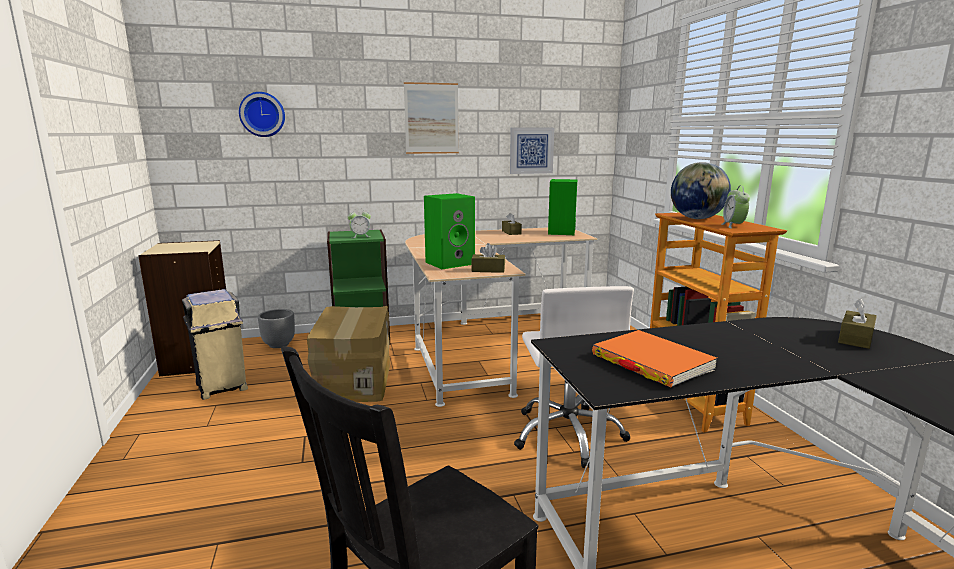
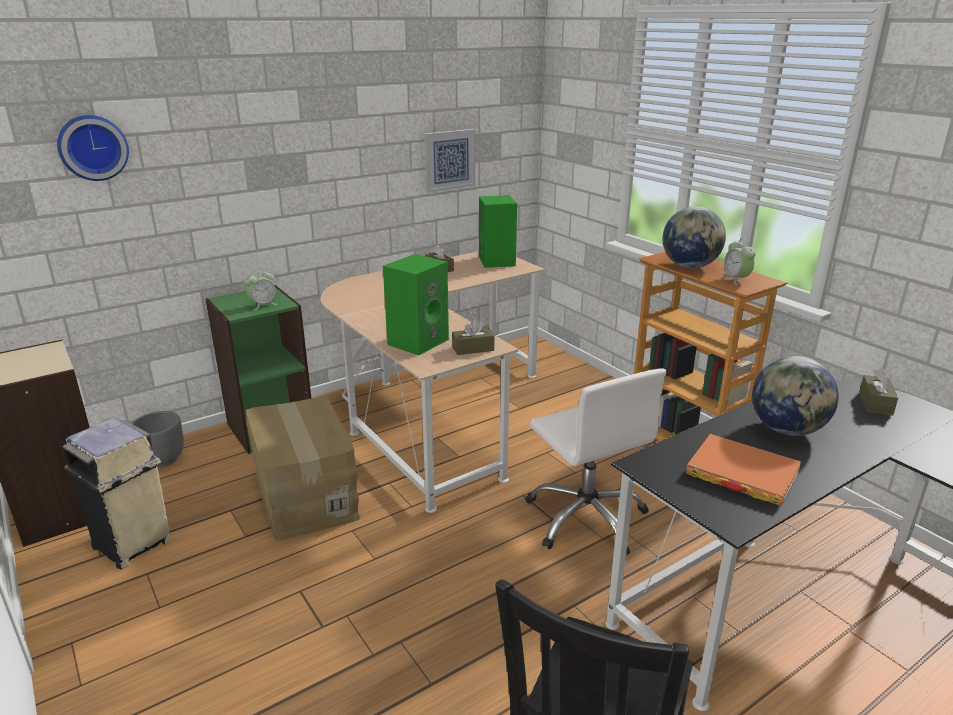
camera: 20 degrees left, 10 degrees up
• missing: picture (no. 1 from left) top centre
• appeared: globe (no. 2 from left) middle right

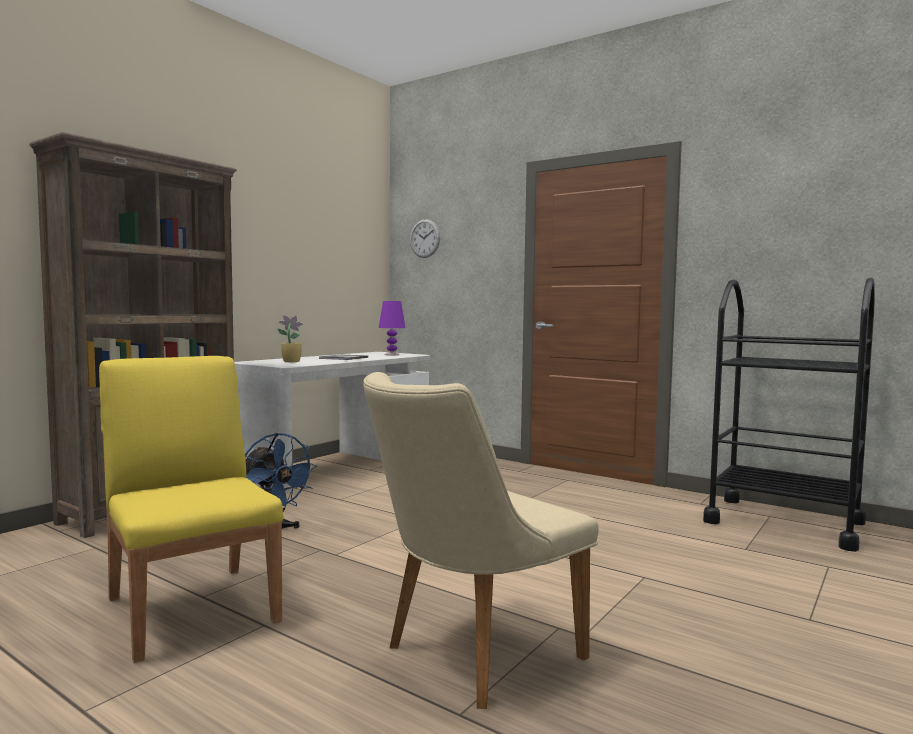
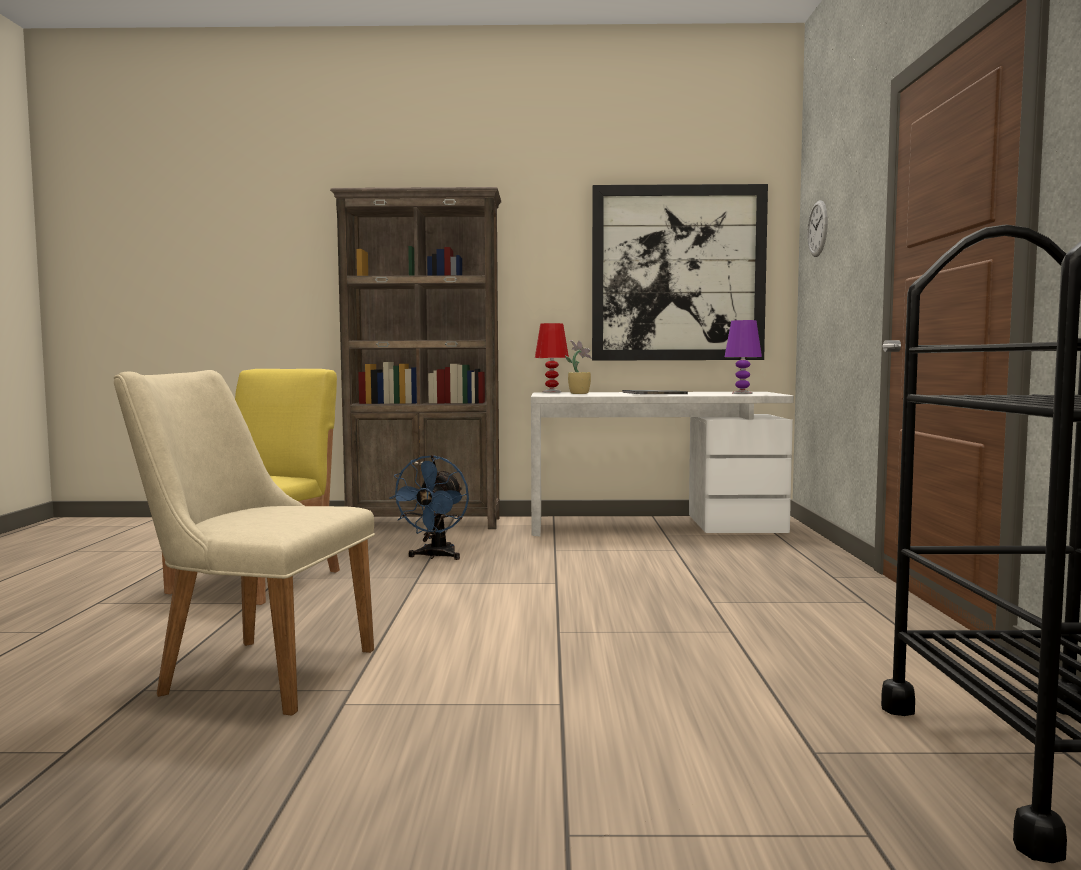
camera: 55 degrees right, 0 degrees up
• appeared: picture top centre
• appeared: table lamp (red) centre

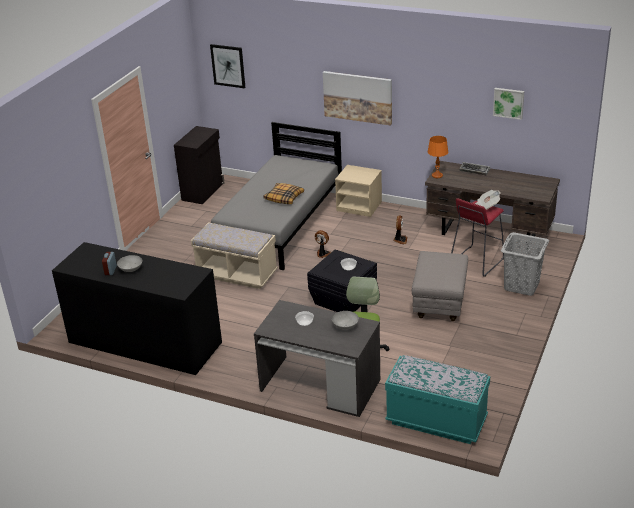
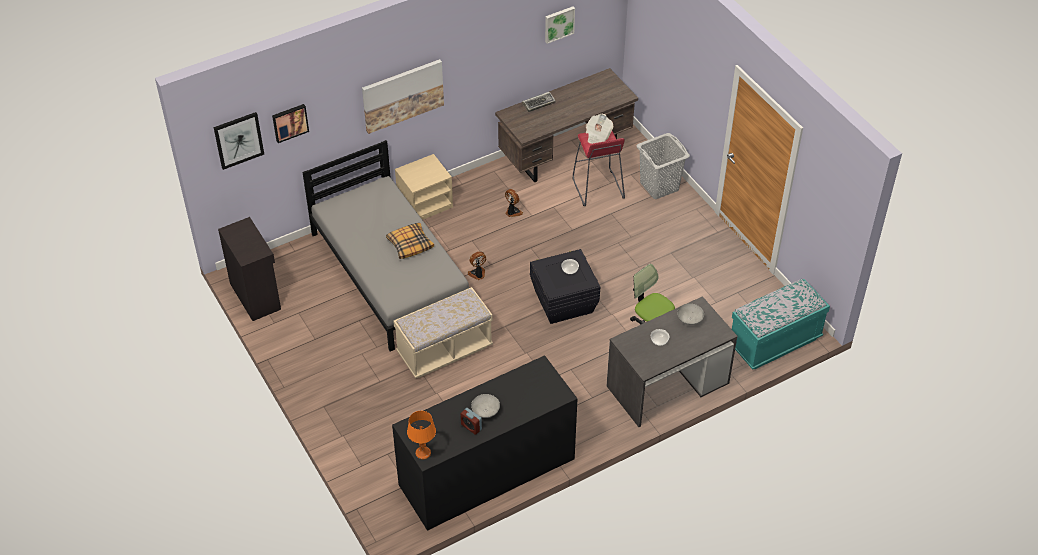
camera: 55 degrees left, 15 degrees up
• relocated: table lamp (orange) top right to bottom centre
• missing: ottoman (grey) middle right
• appeared: picture (no. 2 from left) top left

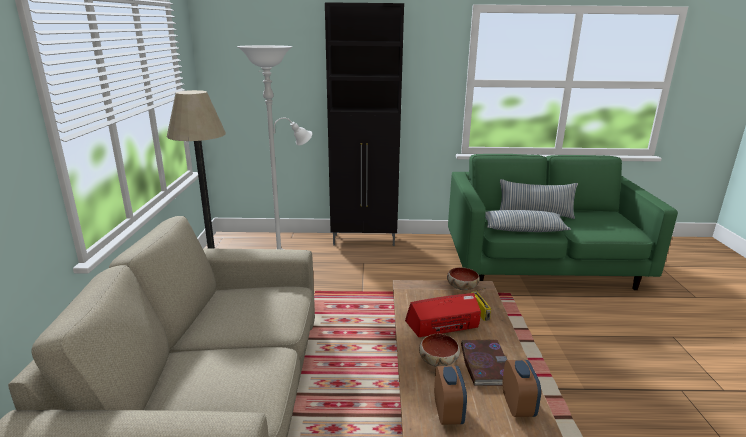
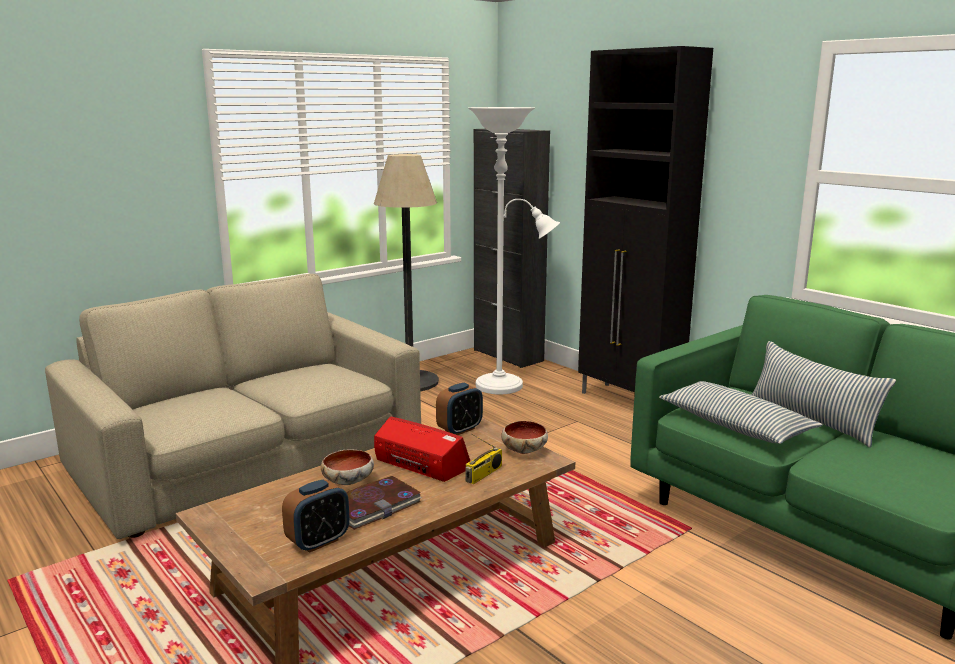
camera: 50 degrees right, 5 degrees down
• relocated: alarm clock (no. 1 from left in the first image) bottom centre to alarm clock (no. 2 from left) centre
• appeared: cabinet (black) (no. 1 from left) centre

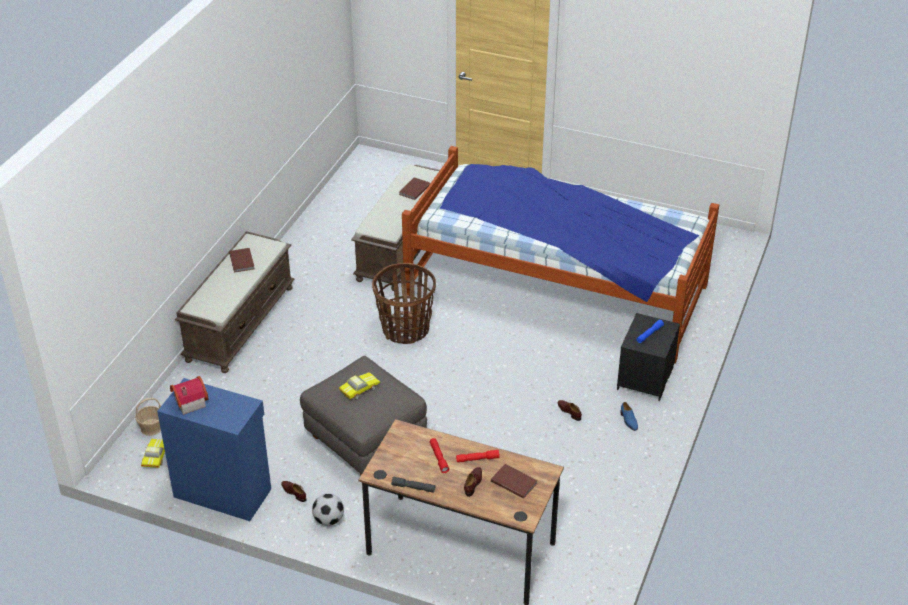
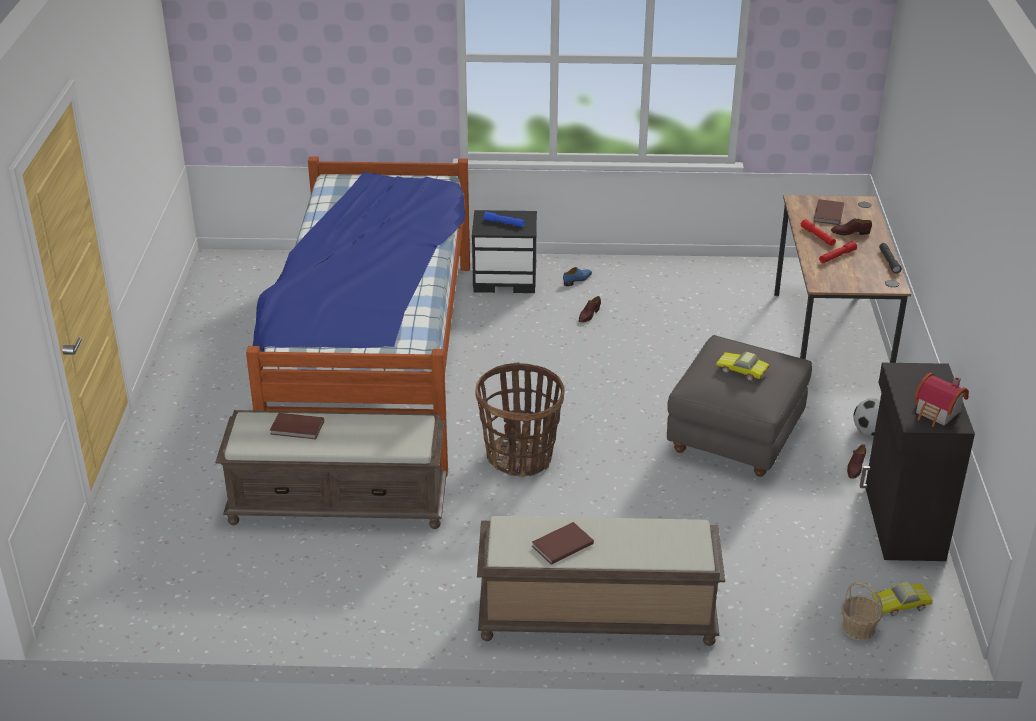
camera: 110 degrees left, 5 degrees down
• colour: cabinet (blue) bottom left to cabinet (black) middle right

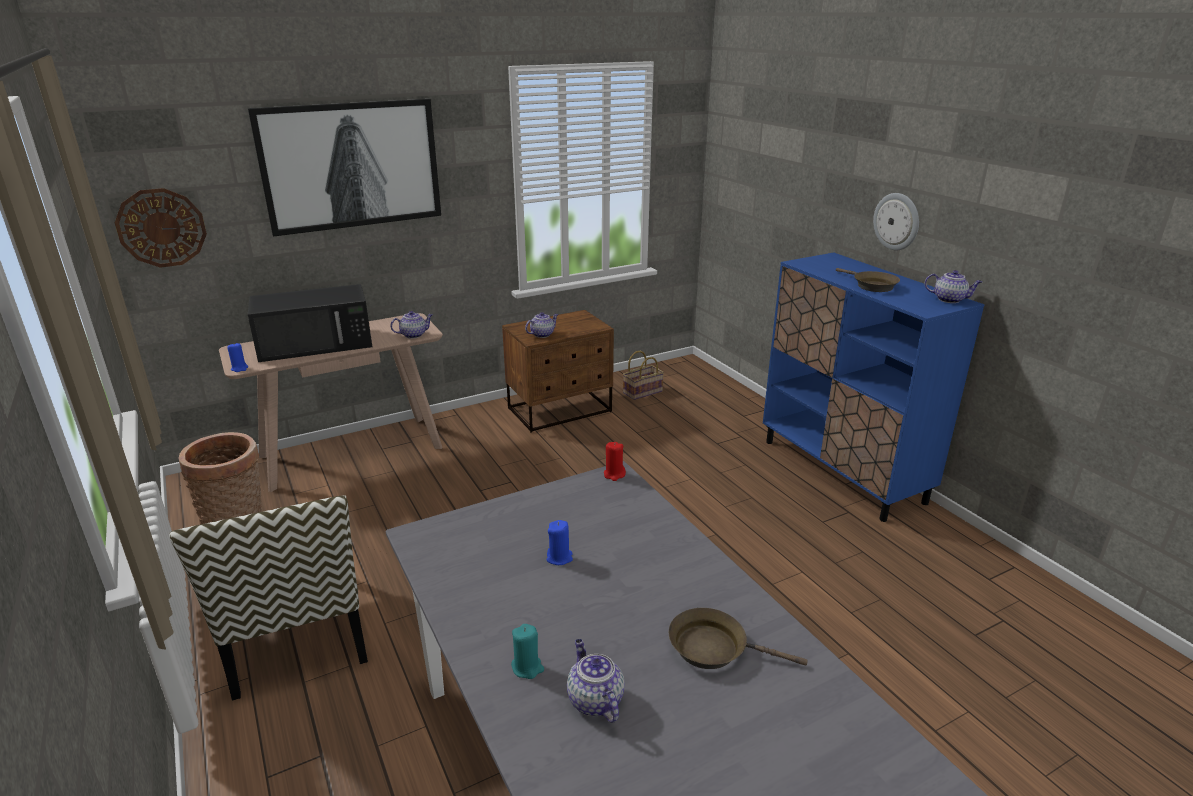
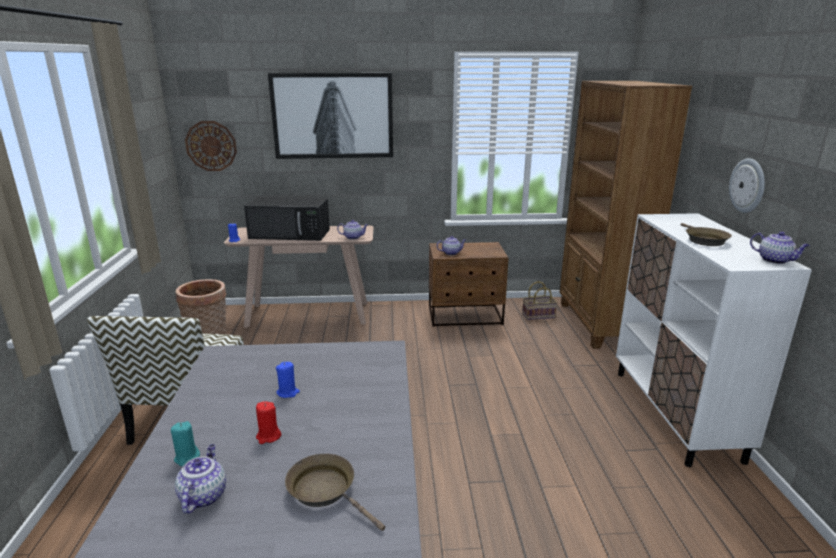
camera: 25 degrees right, 5 degrees down
• colour: cabinet (blue) middle right to cabinet (white) middle right
• relocated: candle (red) centre to bottom left
• appeared: bookcase (brown) middle right

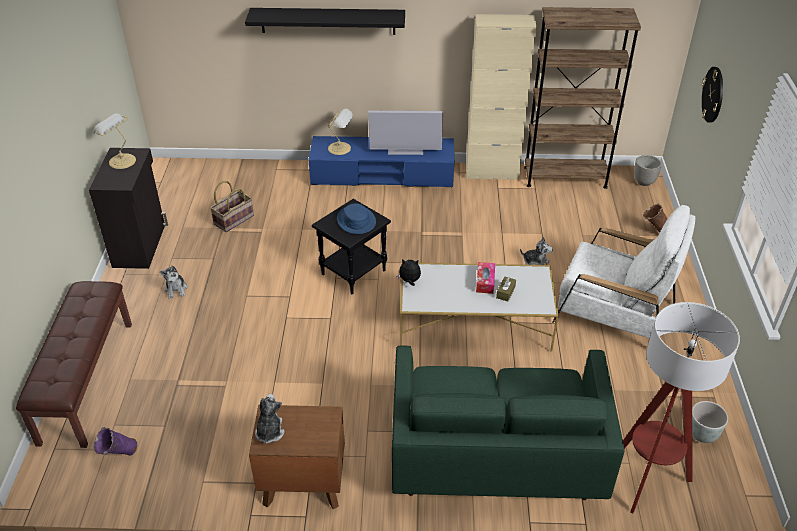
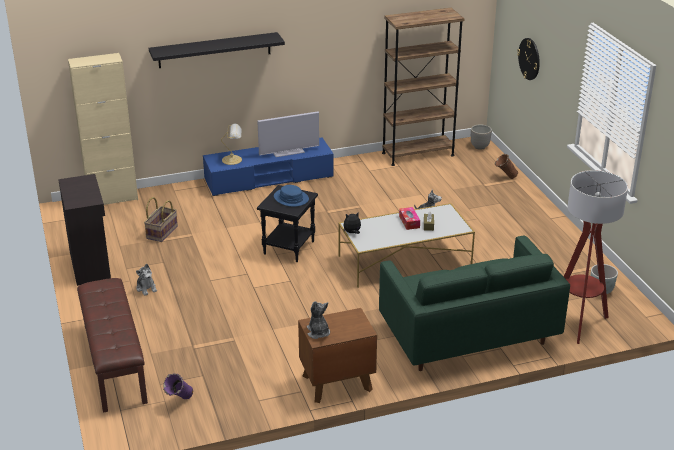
camera: 20 degrees left, 10 degrees down
• relocated: cabinet (beige) top centre to top left
• missing: table lamp (no. 1 from left) top left
• missing: armchair (white) middle right

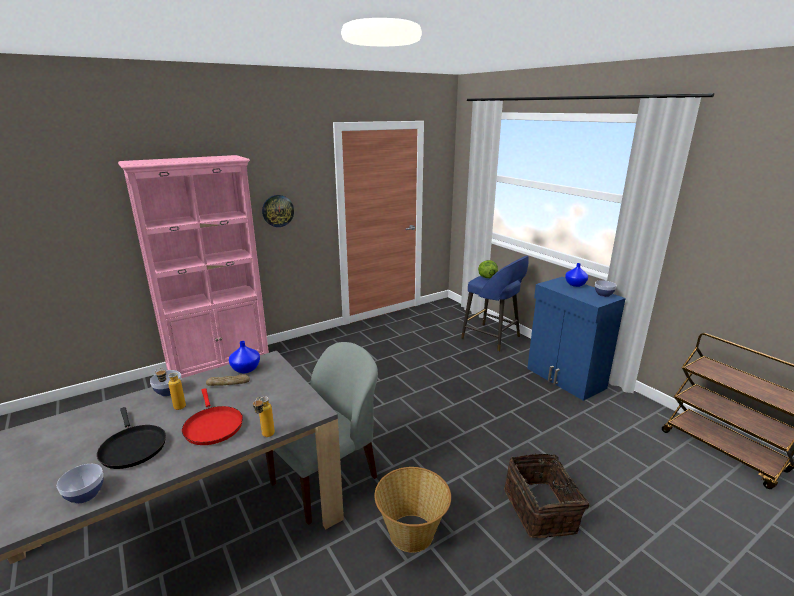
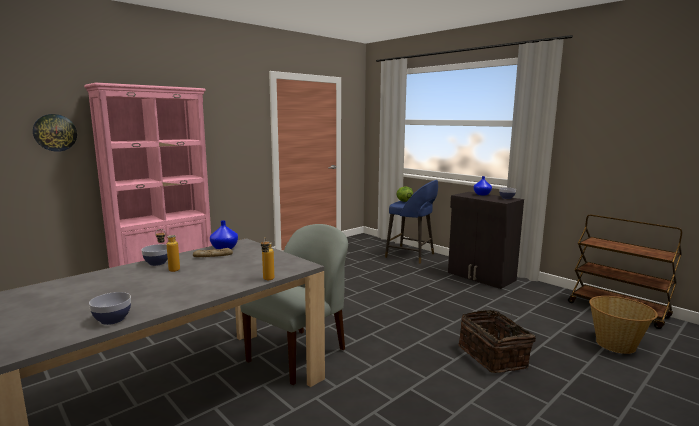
camera: 10 degrees left, 10 degrees down
• relocated: wall clock centre to top left
• colour: cabinet (blue) middle right to cabinet (black) middle right
• missing: frying pan (red) bottom left
• missing: frying pan (black) bottom left
• relocated: basket (no. 1 from left in the first image) bottom centre to basket (no. 2 from left) bottom right

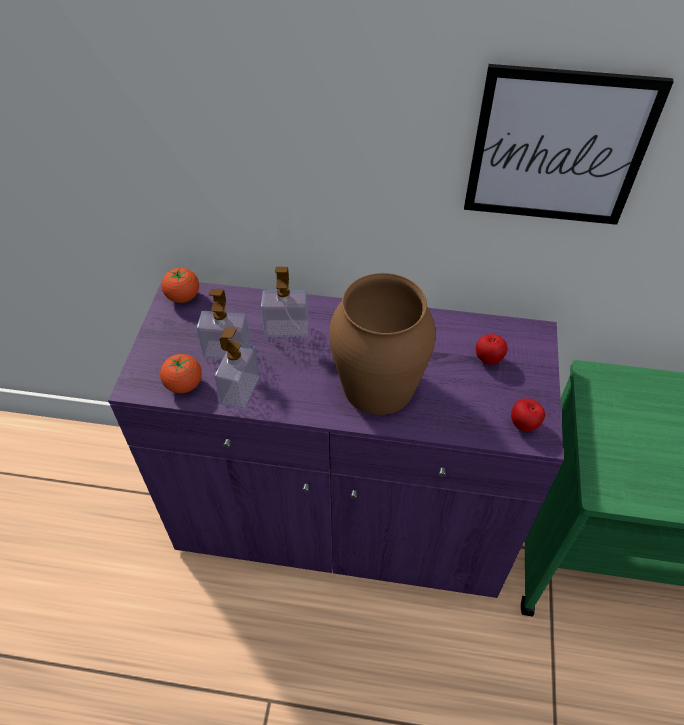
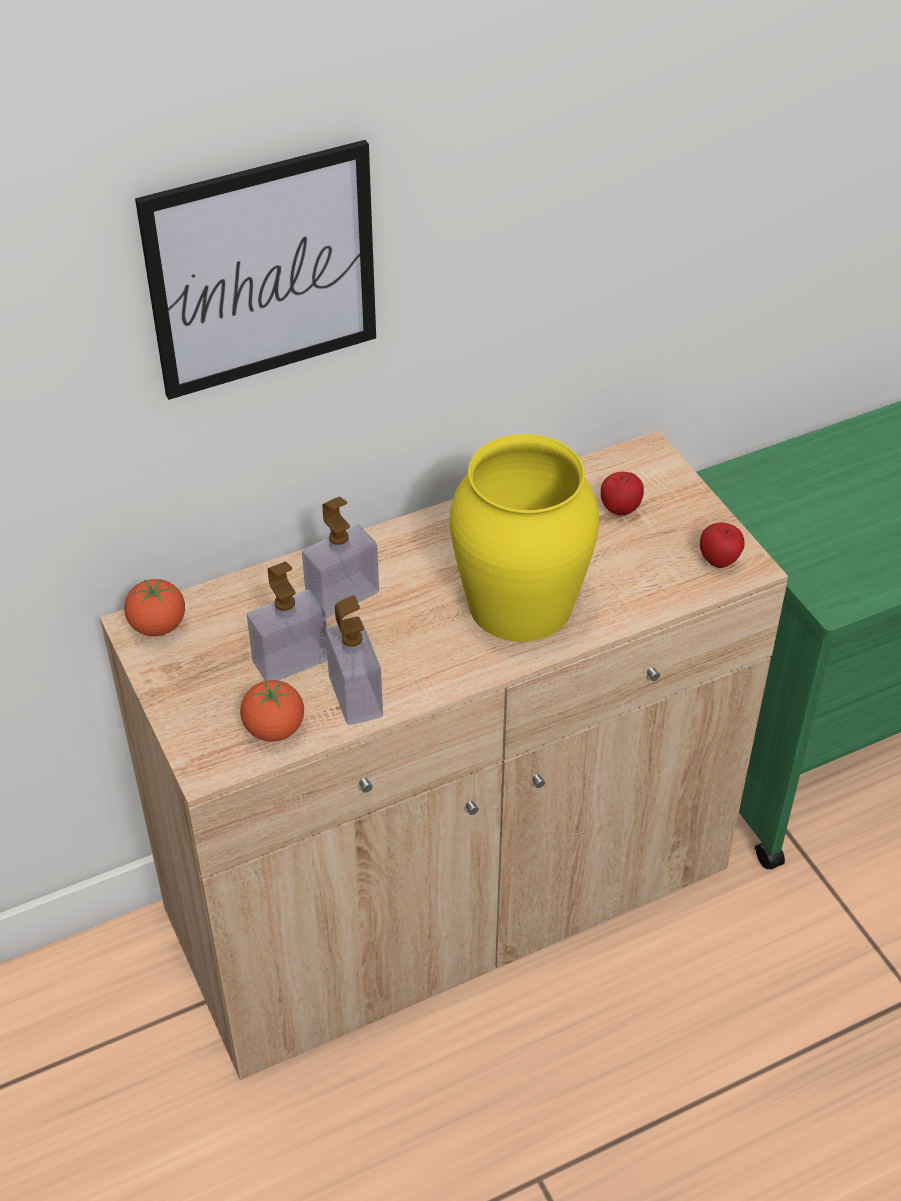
camera: 35 degrees left, 5 degrees down
• relocated: picture top right to top left
• colour: vase (brown) centre to vase (yellow) centre
• colour: cabinet (purple) centre to cabinet (beige) centre

